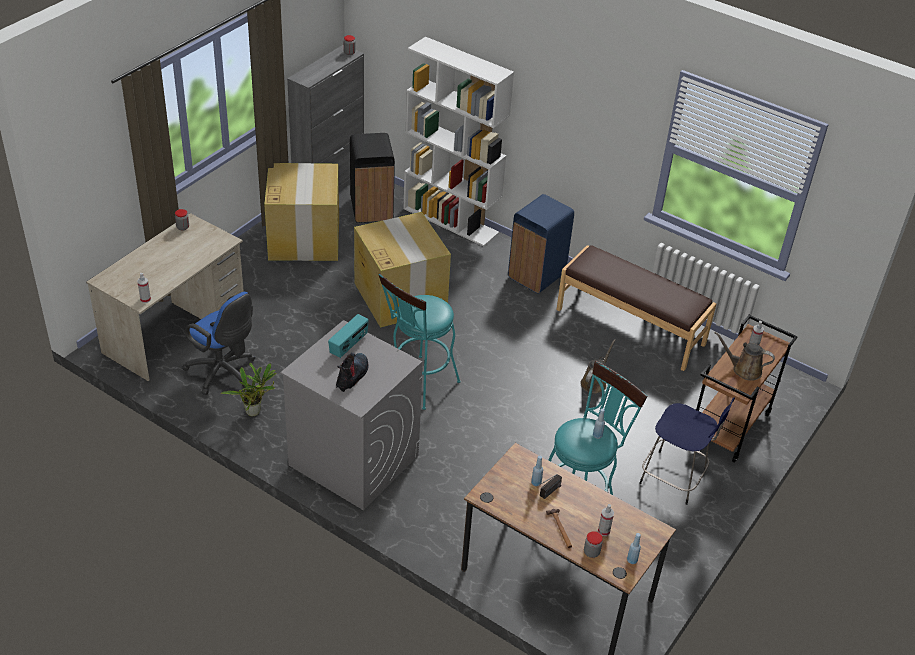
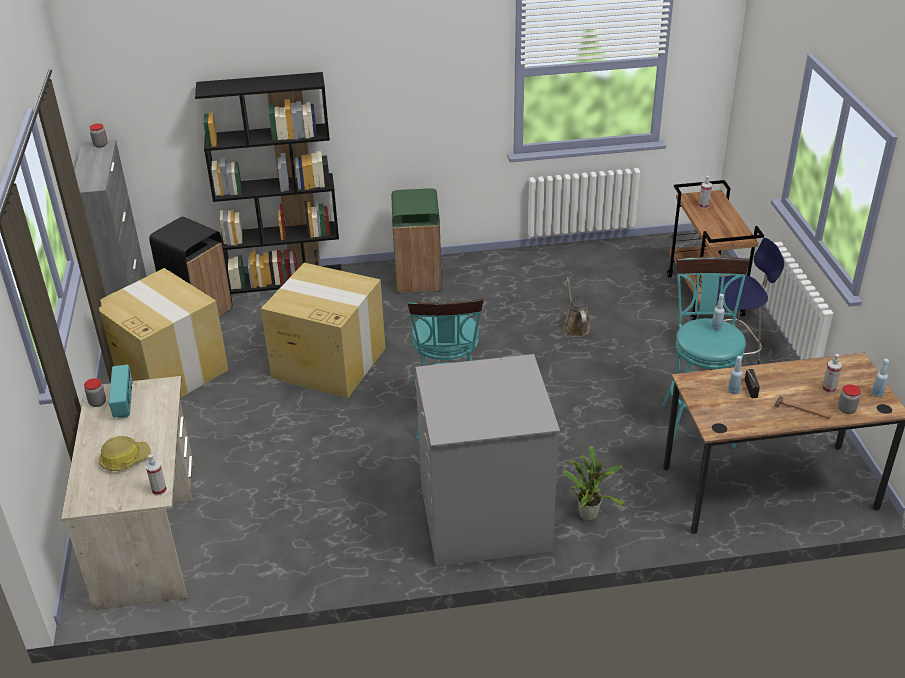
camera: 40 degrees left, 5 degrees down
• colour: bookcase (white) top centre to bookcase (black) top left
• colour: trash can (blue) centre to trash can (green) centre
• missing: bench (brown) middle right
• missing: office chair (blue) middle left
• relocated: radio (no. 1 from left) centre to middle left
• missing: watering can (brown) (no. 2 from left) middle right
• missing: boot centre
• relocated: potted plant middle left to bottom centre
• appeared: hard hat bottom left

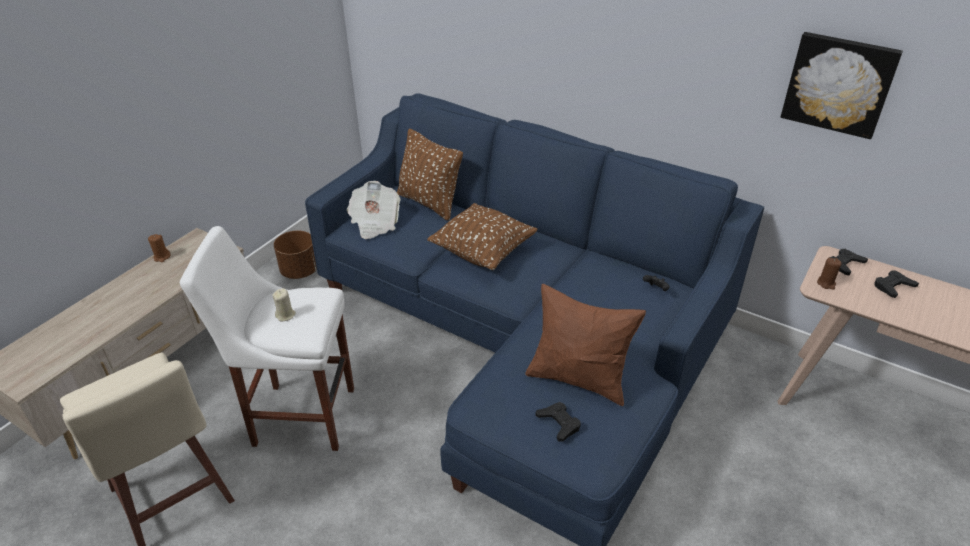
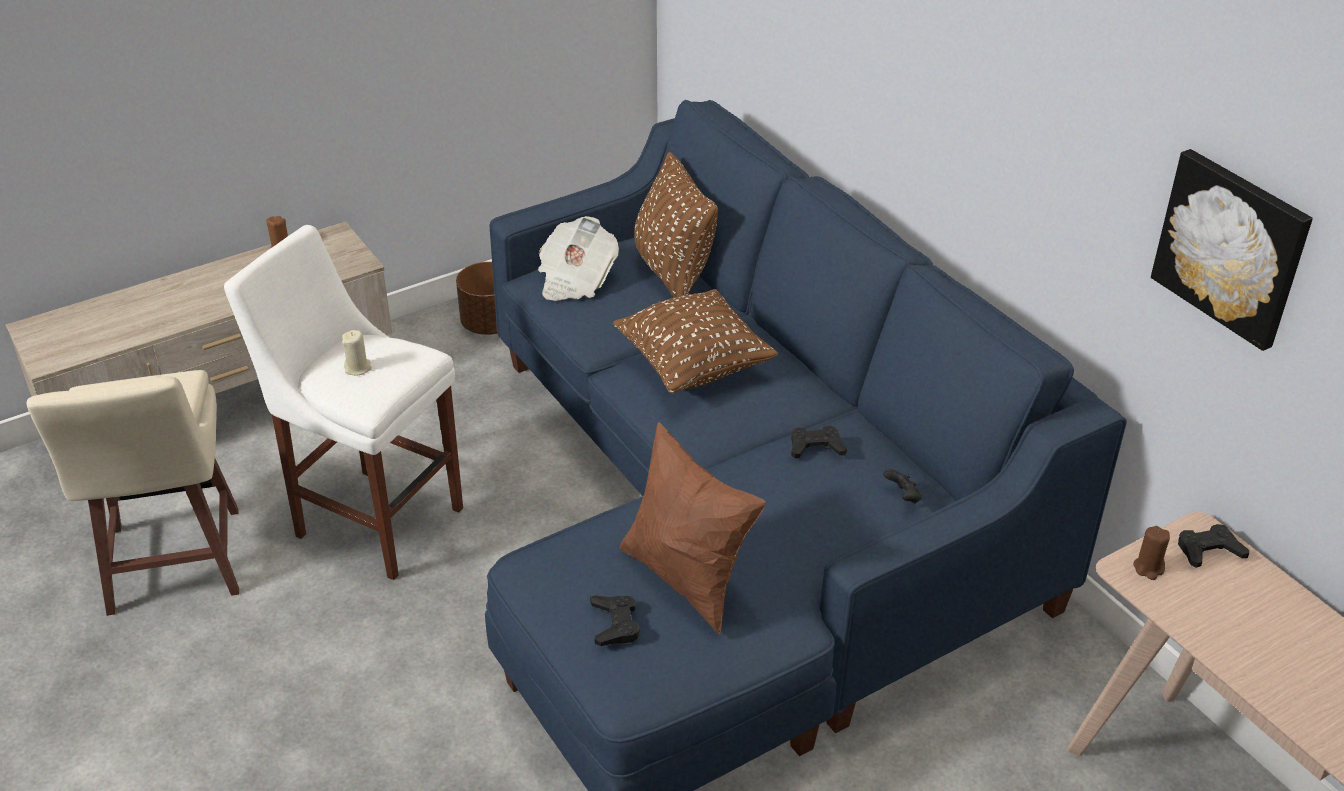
camera: 25 degrees right, 0 degrees up
• relocated: game controller (black) (no. 4 from left in the first image) middle right to game controller (black) (no. 2 from left) centre

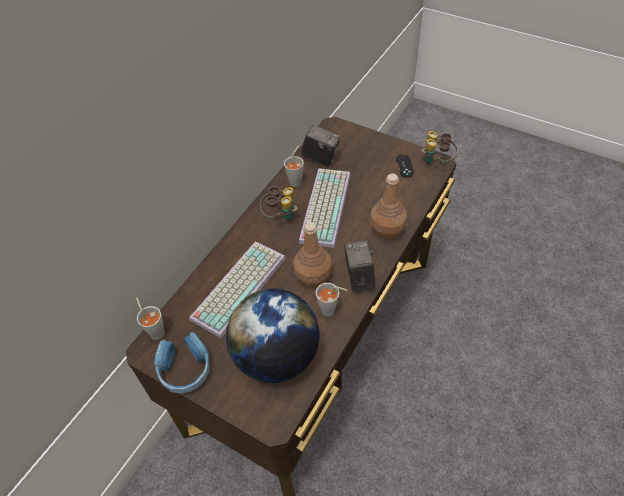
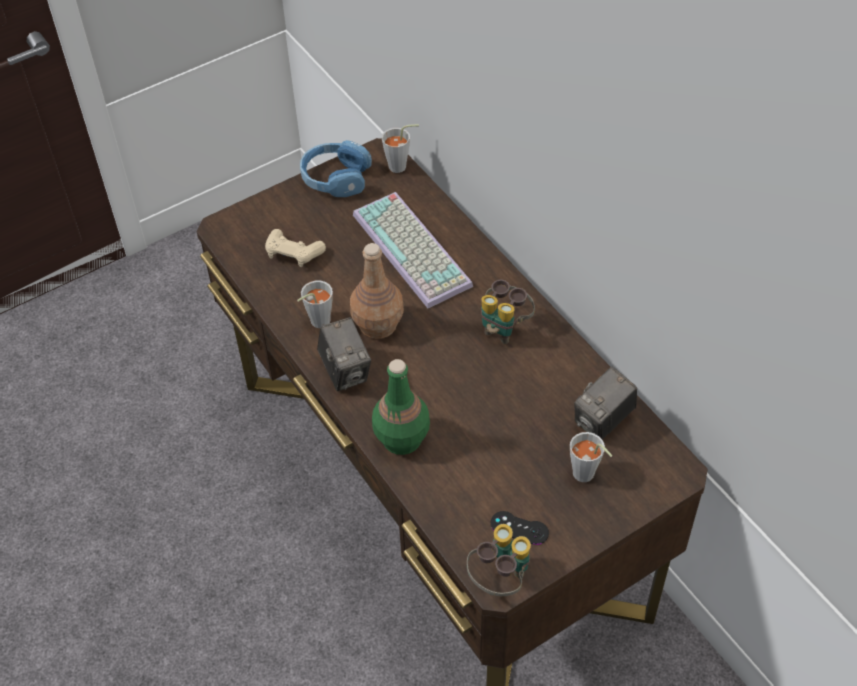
camera: 115 degrees right, 0 degrees up
• relocated: cup (grey) (no. 2 from left in the first image) centre to cup (grey) (no. 3 from left) middle right
• missing: keyboard (no. 2 from left) centre
• colour: bottle (brown) (no. 2 from left) centre to bottle (green) centre
• spun: photo camera (no. 2 from left in the first image) centre = centre 45 degrees clockwise
• exchanged: globe bottom centre to game controller (beige) centre

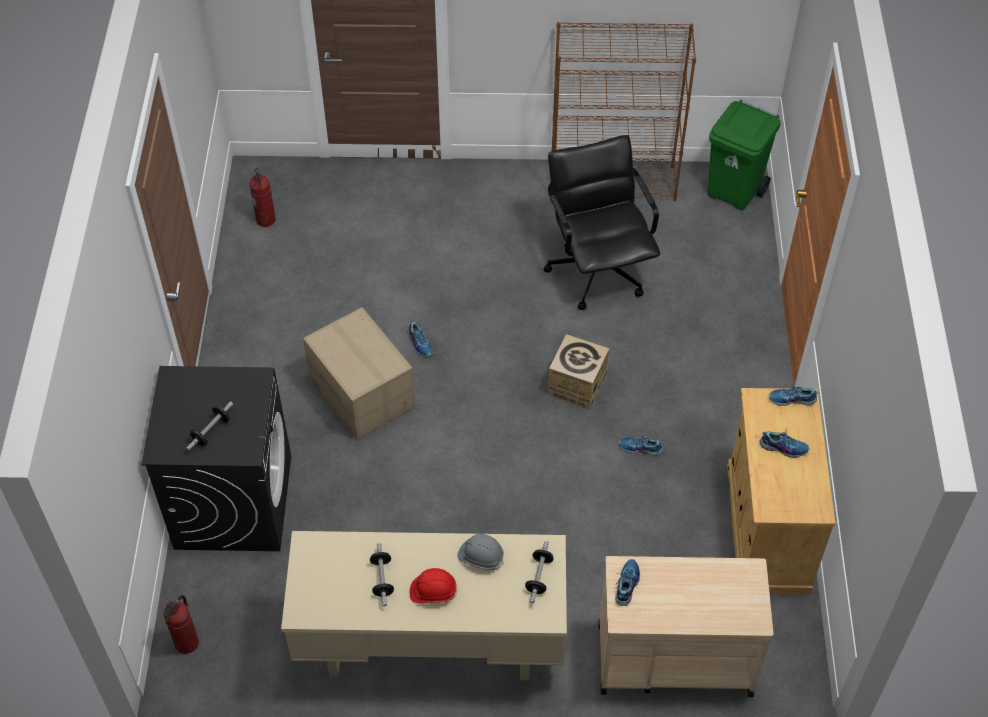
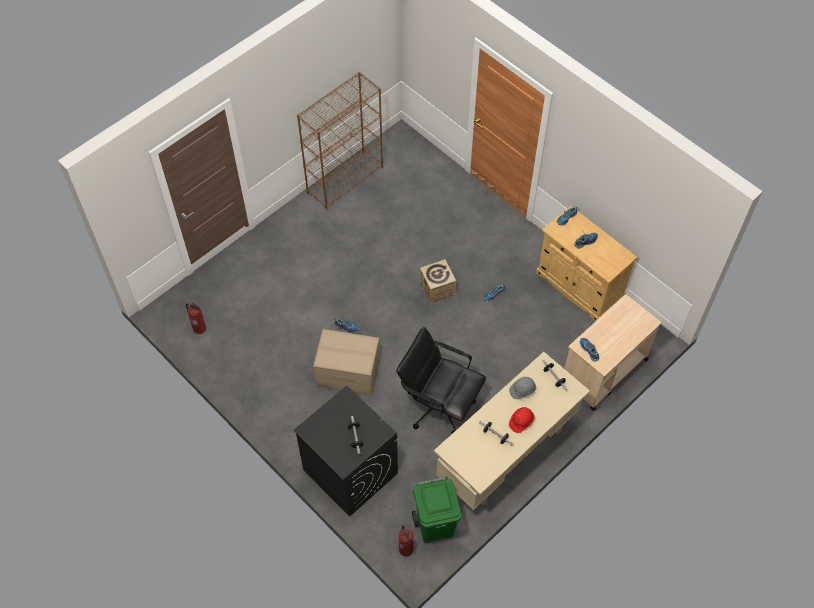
camera: 45 degrees left, 5 degrees up
• relocated: trash can (green) top right to bottom centre
• relocated: office chair (black) top centre to centre

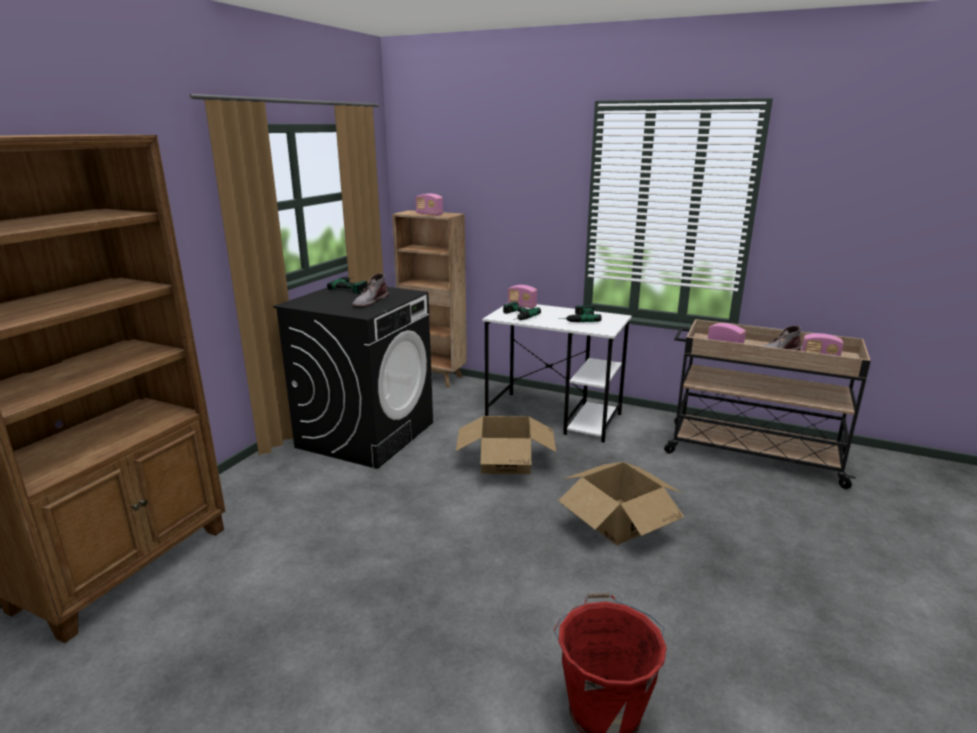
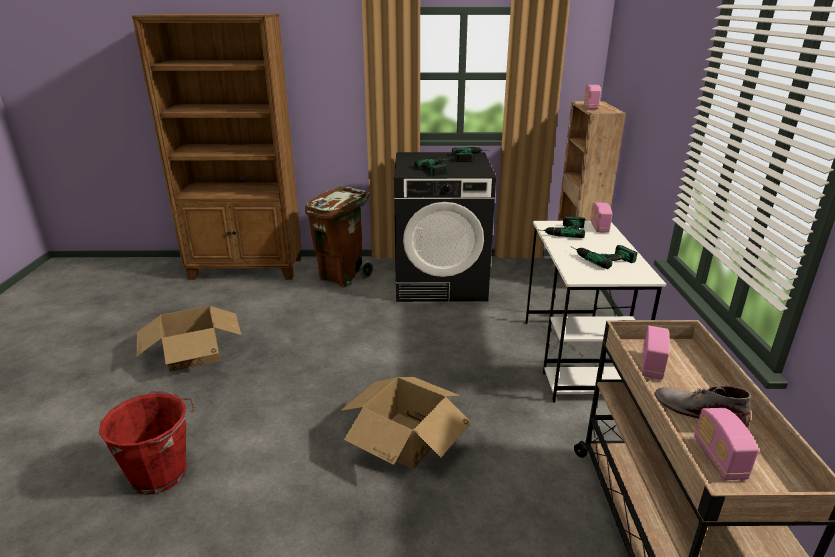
camera: 65 degrees right, 5 degrees up
• exchanged: boot (grey) (no. 1 from left) centre to power drill (no. 1 from left) top centre
• relocated: cardboard box (no. 1 from left) centre to middle left
• appeared: trash can (brown) centre

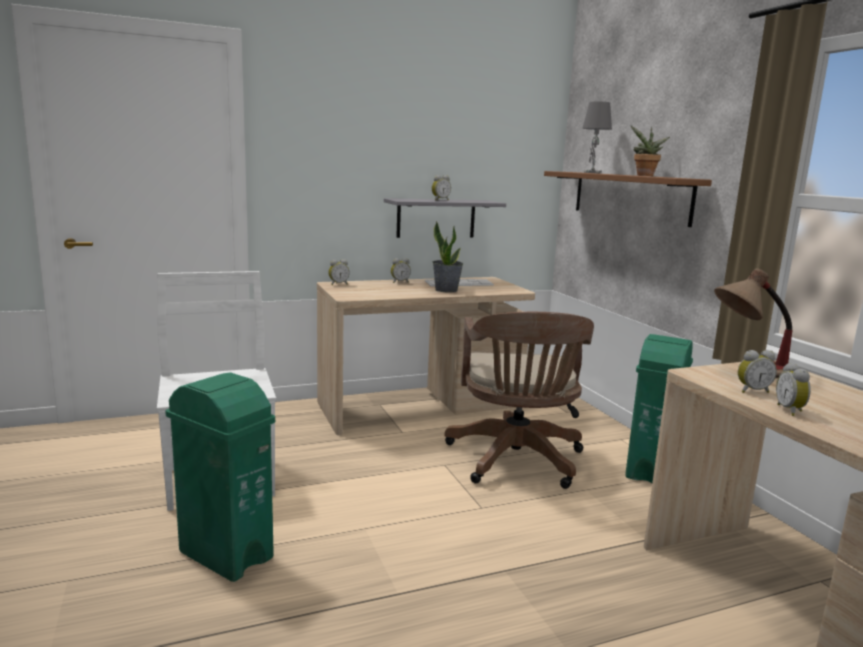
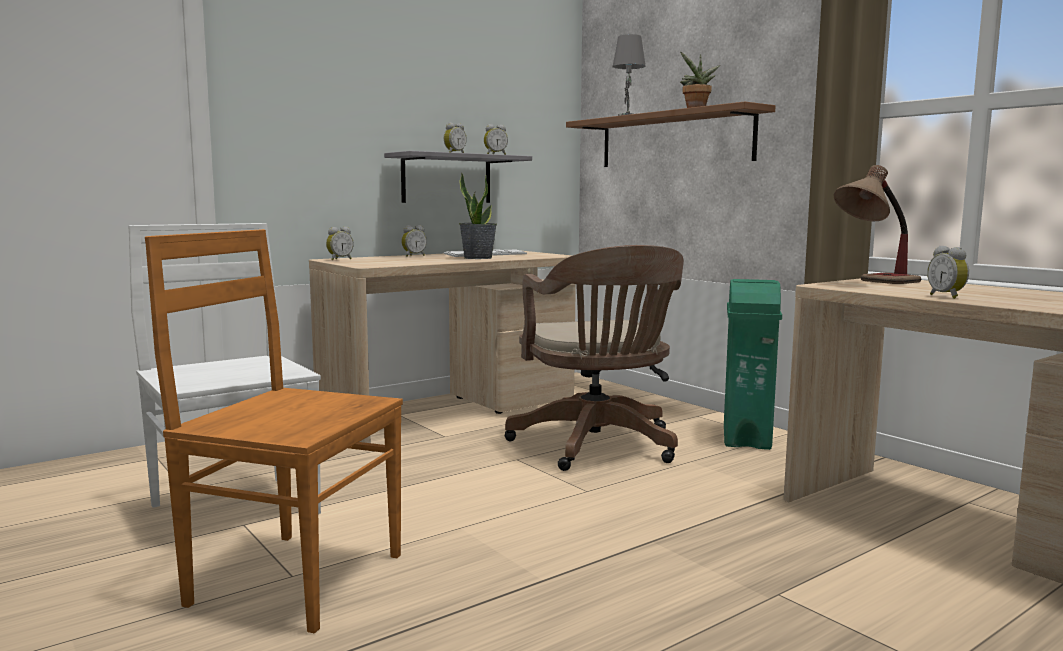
camera: 15 degrees left, 5 degrees down
• relocated: alarm clock (no. 4 from left) middle right to top centre
• exchanged: trash can (green) (no. 1 from left) bottom left to chair (brown) middle left

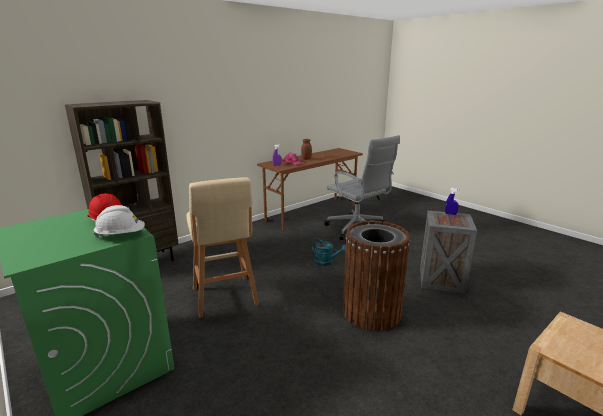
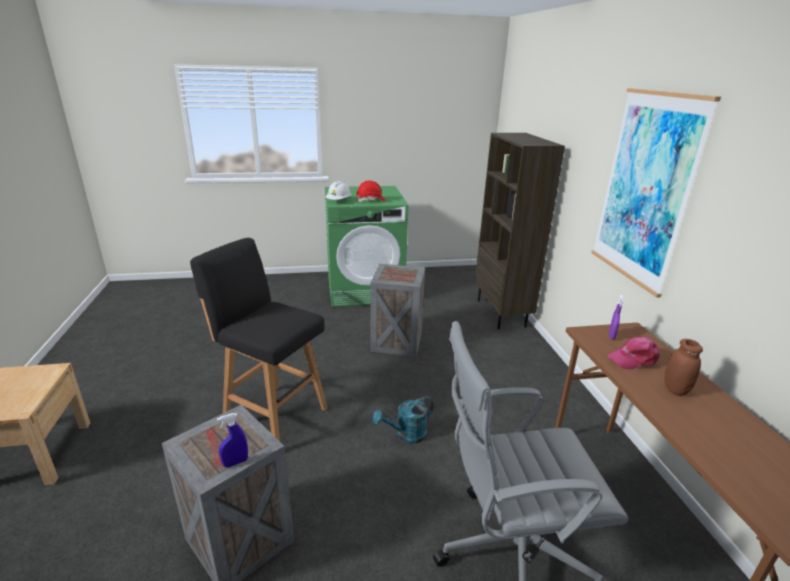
camera: 120 degrees right, 5 degrees up
• exchanged: stool (beige) centre to crate (no. 2 from left) centre
• exchanged: trash can (brown) centre to stool (black) middle left
• appeared: picture top right

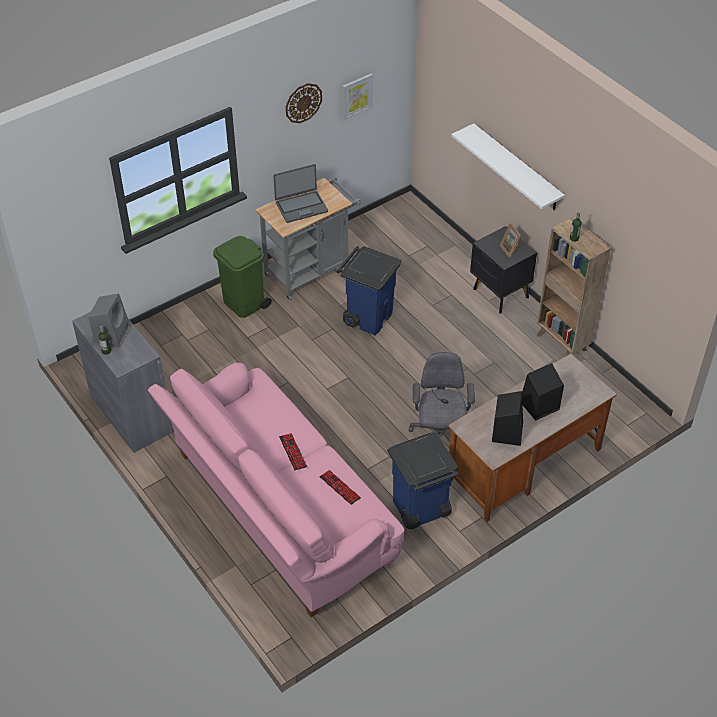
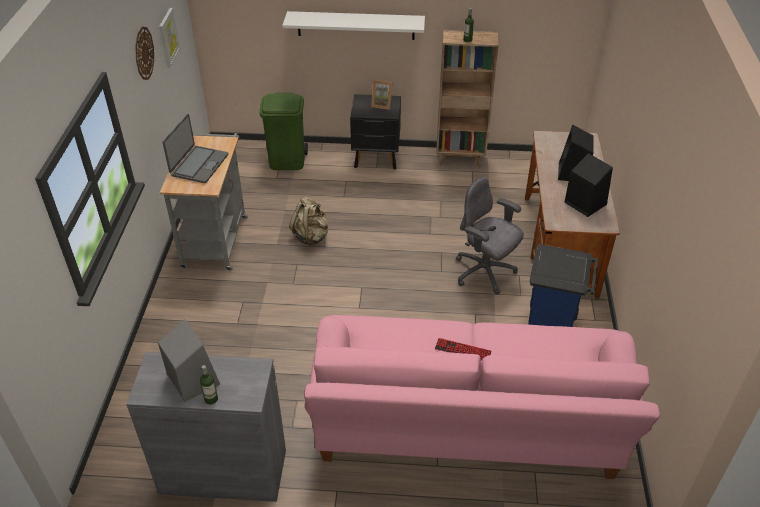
camera: 50 degrees left, 5 degrees down
• relocated: trash can (green) centre to top centre
• exchanged: trash can (blue) (no. 1 from left) centre to backpack (beige) centre
• missing: keyboard (no. 2 from left) bottom centre

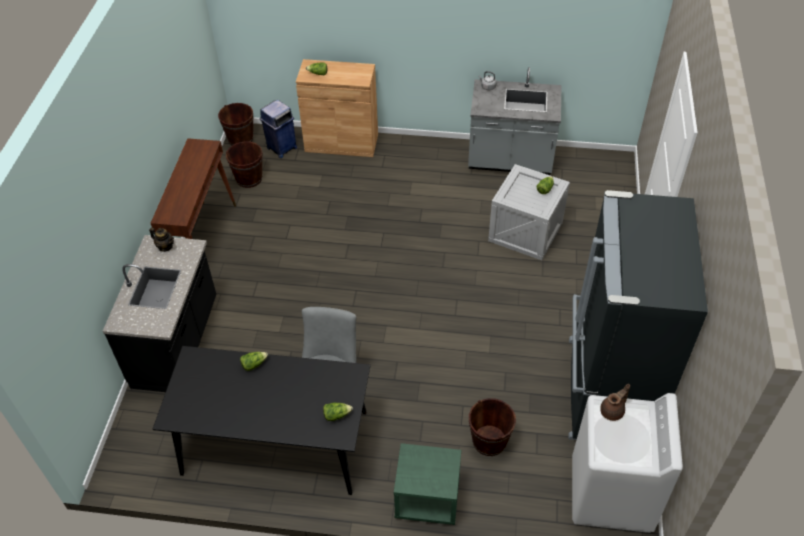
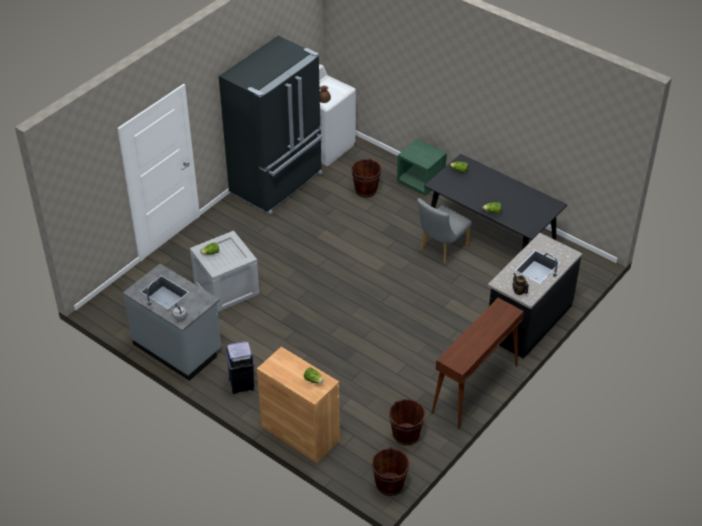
camera: 150 degrees left, 5 degrees down
• relocated: trash can (blue) top centre to bottom centre

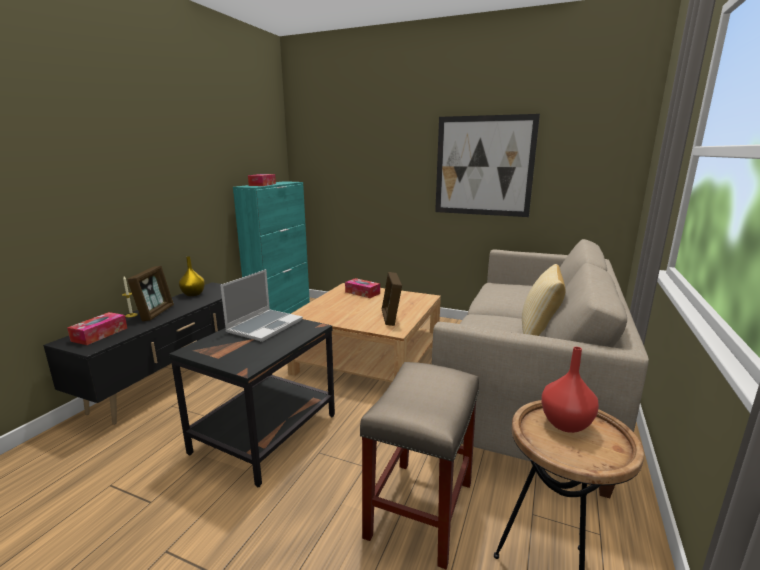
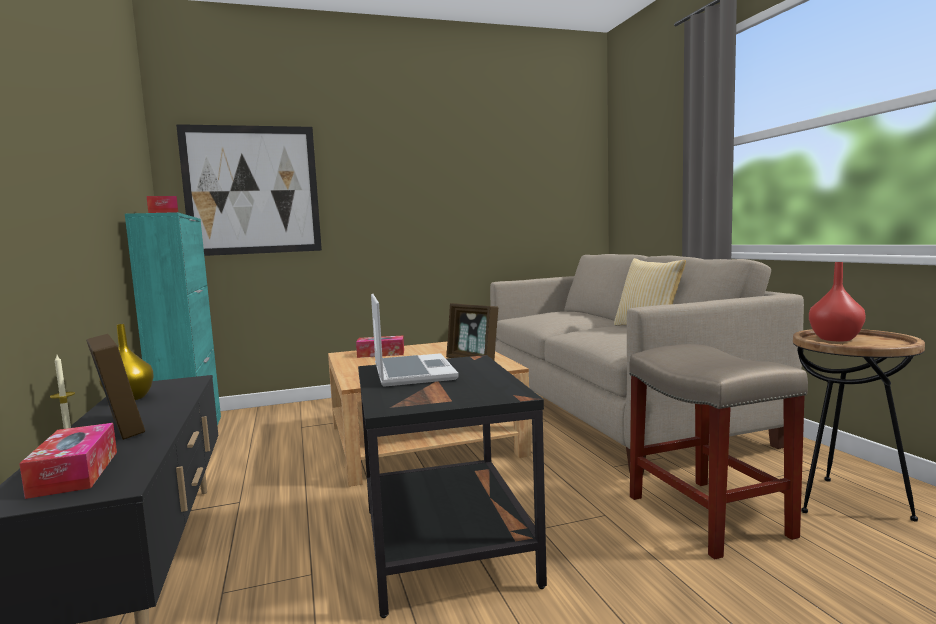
camera: 40 degrees left, 10 degrees down
• relocated: picture top centre to top left

